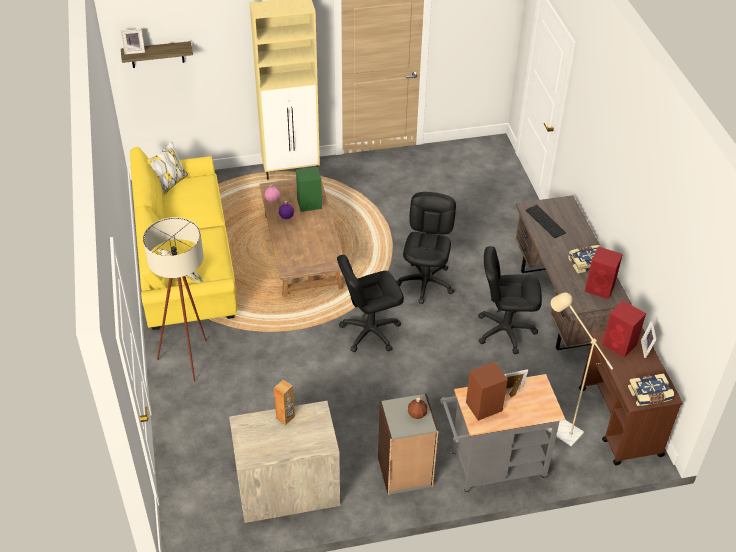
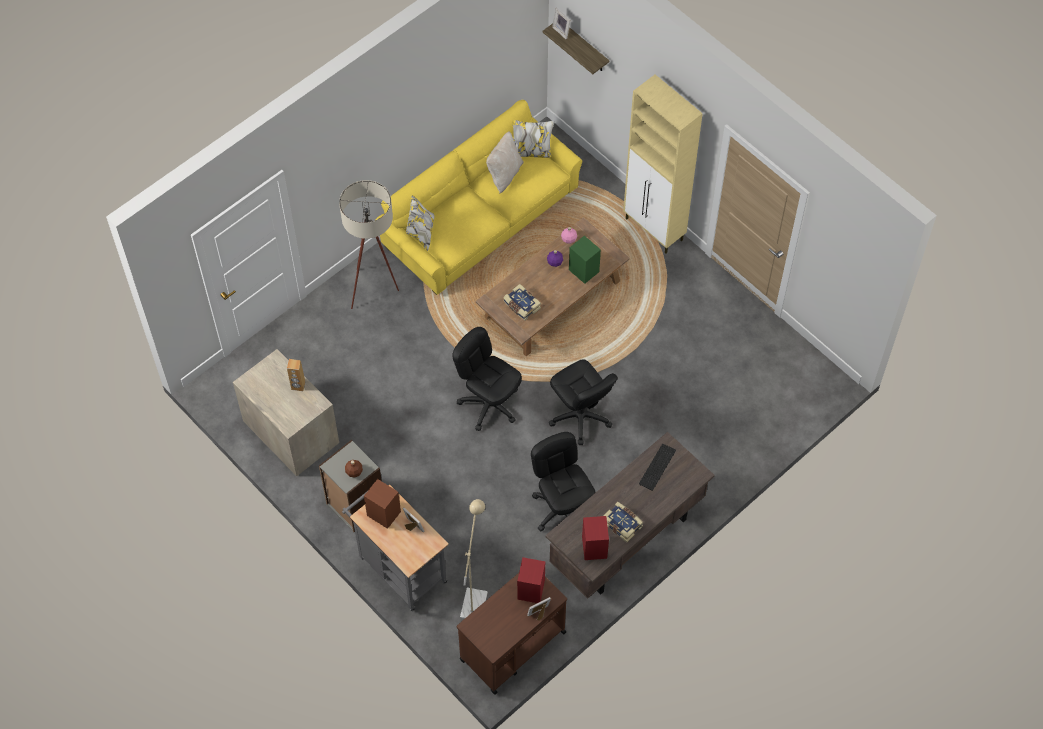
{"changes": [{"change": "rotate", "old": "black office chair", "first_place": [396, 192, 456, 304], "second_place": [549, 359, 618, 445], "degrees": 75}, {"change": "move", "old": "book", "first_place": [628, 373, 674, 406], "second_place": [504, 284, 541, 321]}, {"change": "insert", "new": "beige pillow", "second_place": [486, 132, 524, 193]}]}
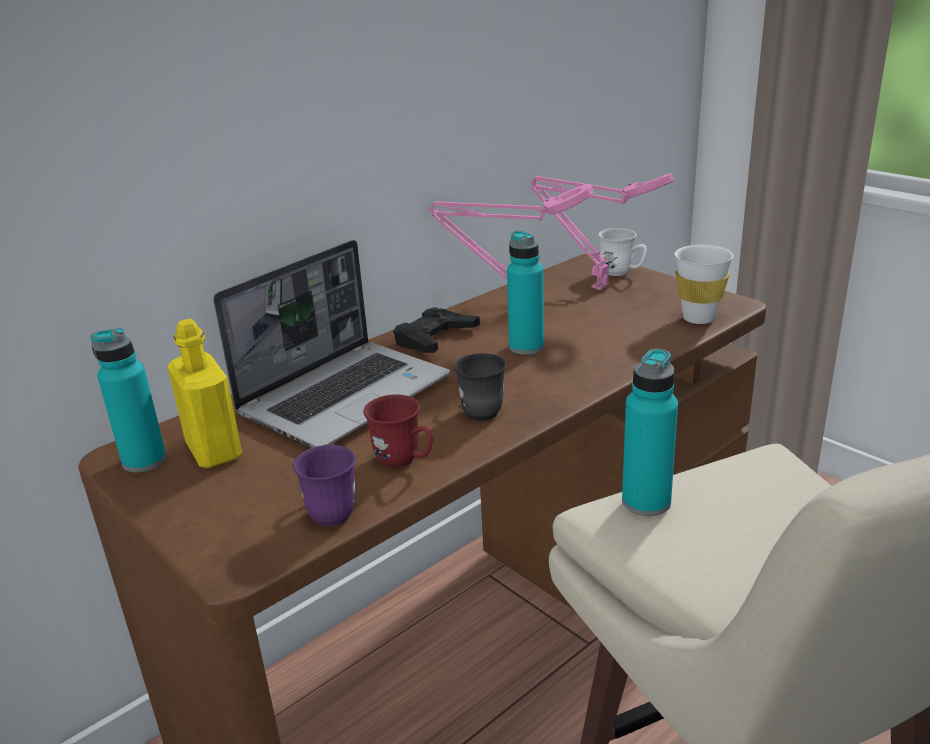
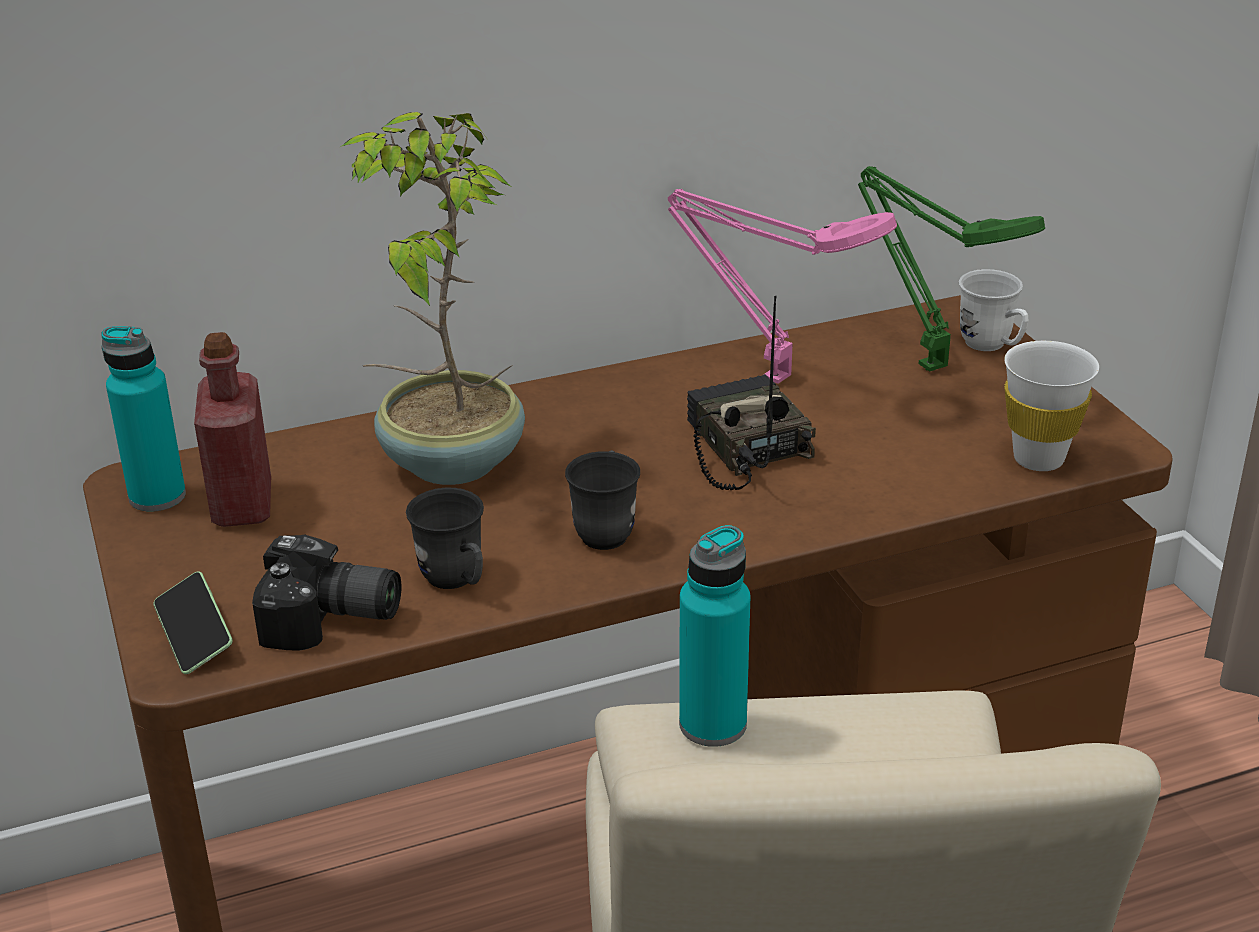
{"changes": [{"change": "recolor", "old": "pink table lamp", "new": "green table lamp", "first_place": [531, 173, 674, 290], "second_place": [858, 166, 1045, 371]}, {"change": "replace", "old": "turquoise bottle", "new": "radio", "first_place": [507, 231, 544, 355], "second_place": [687, 296, 816, 490]}, {"change": "replace", "old": "laptop", "new": "potted plant", "first_place": [213, 240, 450, 448], "second_place": [340, 112, 525, 485]}, {"change": "delete", "old": "black game controller", "first_place": [393, 307, 480, 353]}, {"change": "recolor", "old": "yellow bottle", "new": "red bottle", "first_place": [167, 319, 242, 468], "second_place": [194, 332, 271, 527]}, {"change": "recolor", "old": "red mug", "new": "grey mug", "first_place": [363, 394, 433, 468], "second_place": [406, 488, 484, 589]}, {"change": "replace", "old": "purple mug", "new": "photo camera", "first_place": [293, 444, 356, 526], "second_place": [252, 534, 401, 651]}, {"change": "insert", "new": "phone", "second_place": [153, 571, 233, 674]}]}
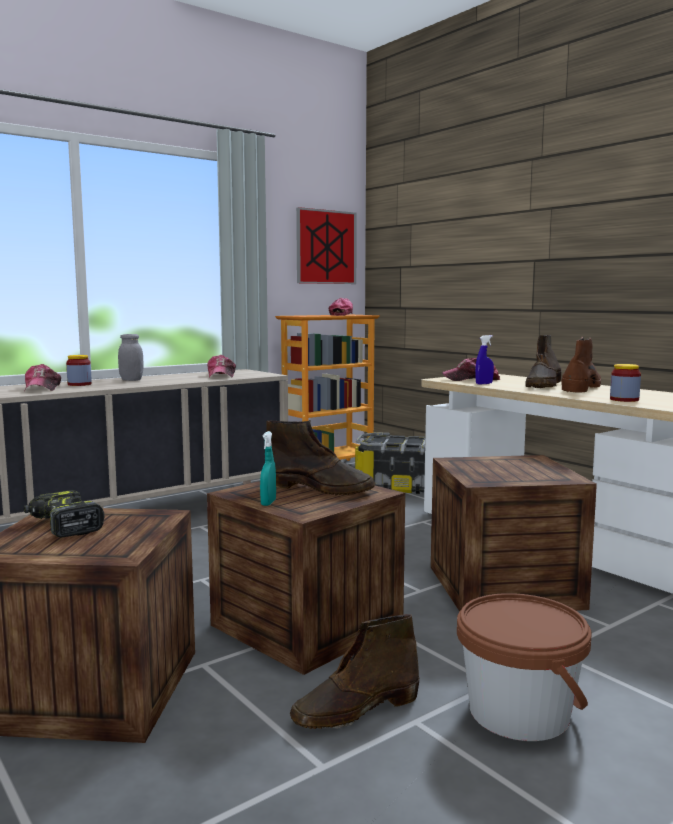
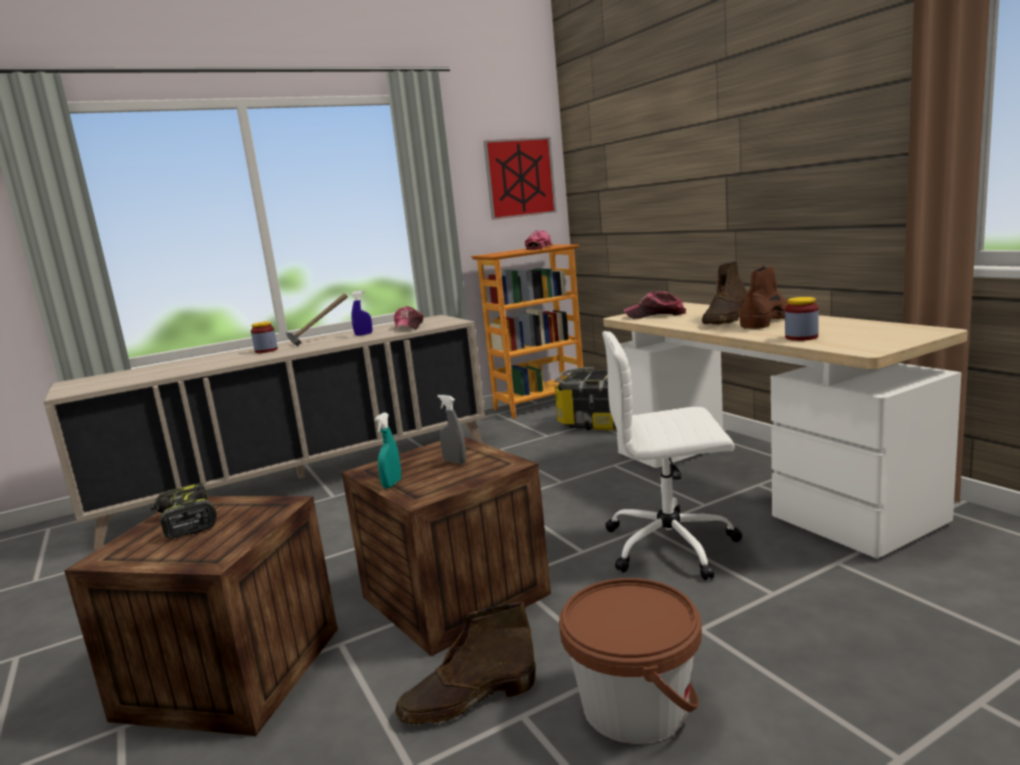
{"changes": [{"change": "replace", "old": "grey jar", "new": "hammer", "first_place": [118, 334, 144, 381], "second_place": [286, 293, 348, 346]}, {"change": "move", "old": "blue spray bottle", "first_place": [475, 335, 494, 385], "second_place": [351, 290, 372, 336]}, {"change": "delete", "old": "cap", "first_place": [24, 364, 61, 391]}, {"change": "replace", "old": "brown boot", "new": "grey spray bottle", "first_place": [266, 420, 375, 495], "second_place": [437, 395, 466, 464]}, {"change": "replace", "old": "crate", "new": "white office chair", "first_place": [431, 455, 597, 611], "second_place": [602, 331, 742, 580]}]}
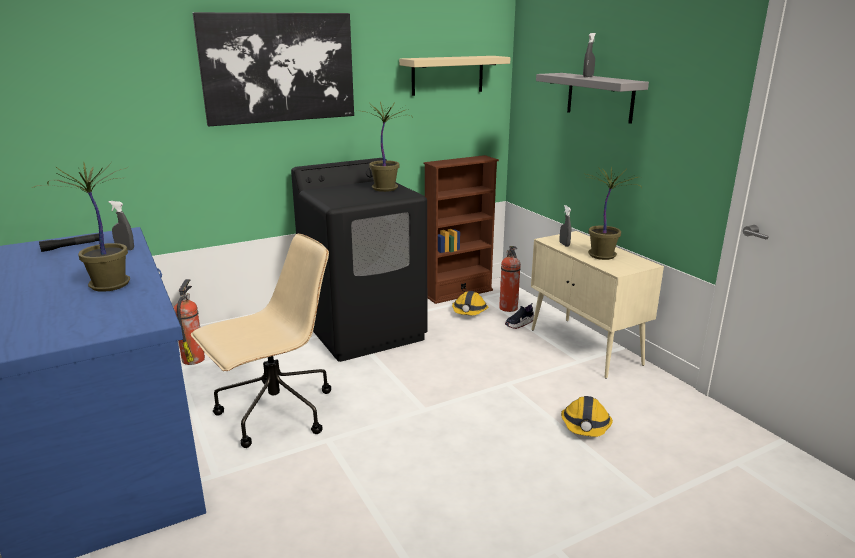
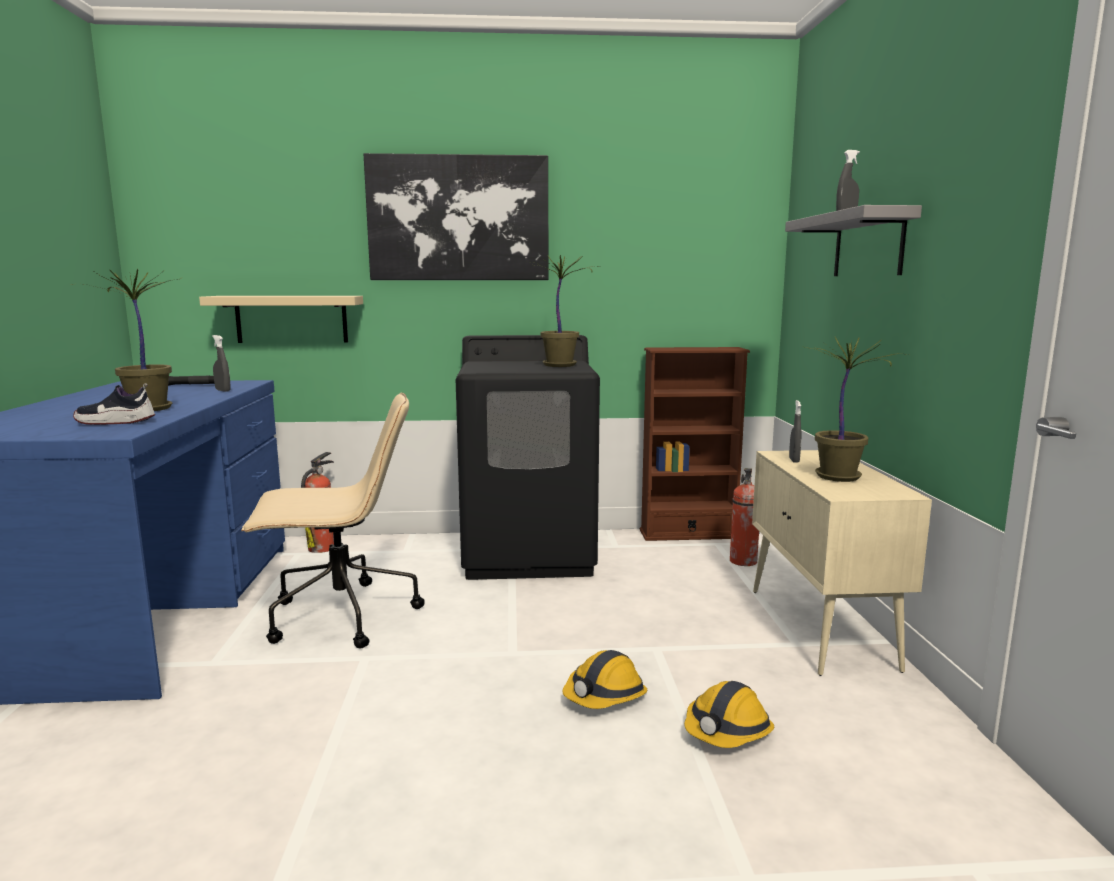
{"changes": [{"change": "move", "old": "beige shelf", "first_place": [399, 56, 511, 96], "second_place": [199, 296, 363, 343]}, {"change": "move", "old": "hard hat", "first_place": [452, 291, 488, 315], "second_place": [563, 650, 648, 709]}, {"change": "move", "old": "shoe", "first_place": [505, 303, 534, 329], "second_place": [73, 384, 155, 425]}]}
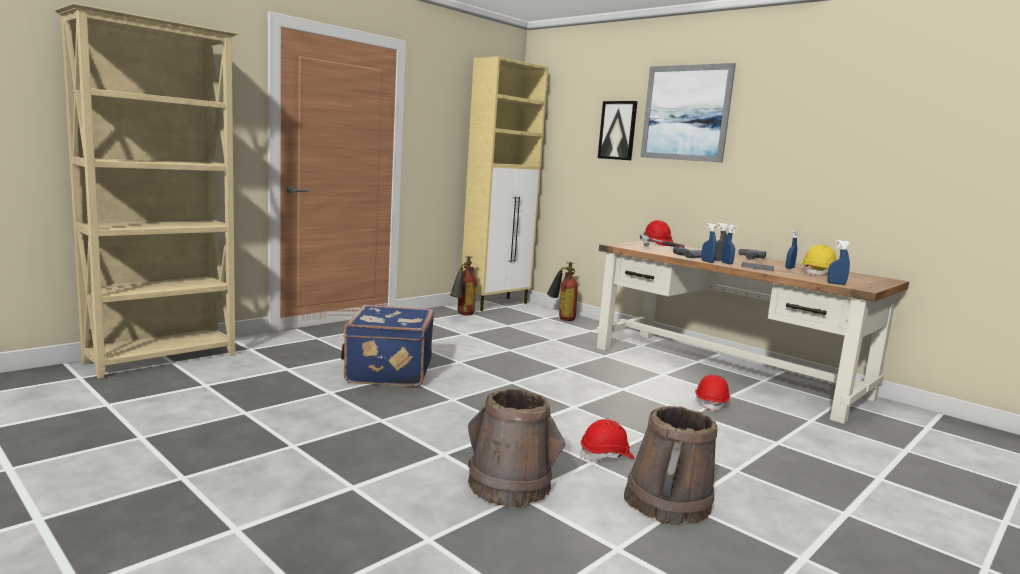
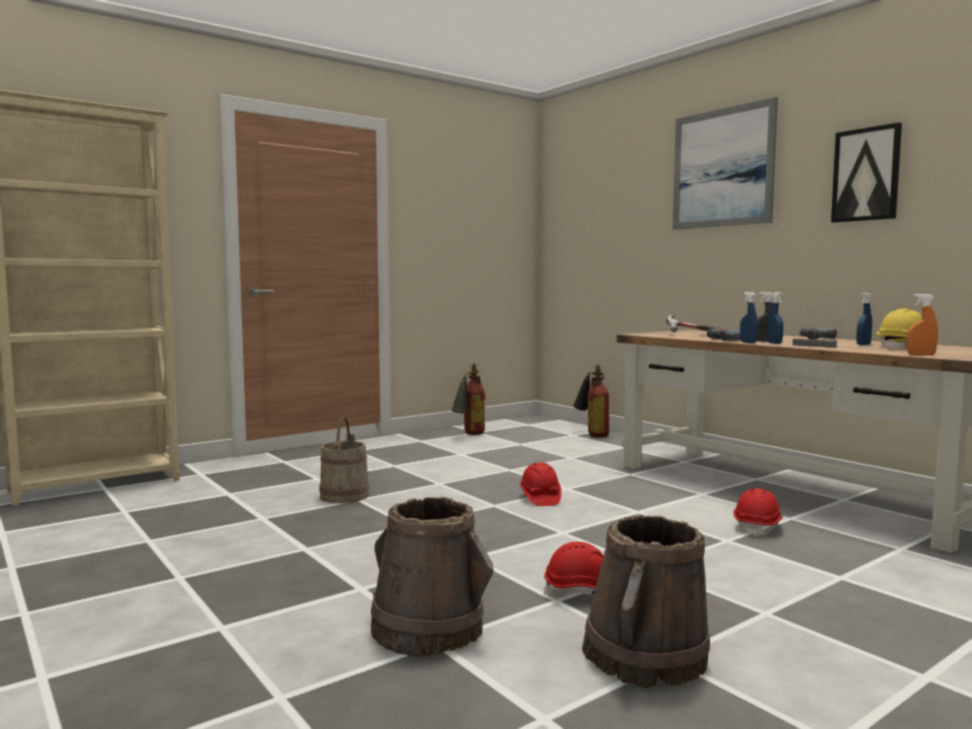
{"changes": [{"change": "delete", "old": "beige cabinet", "first_place": [462, 56, 549, 311]}, {"change": "move", "old": "picture", "first_place": [598, 101, 637, 160], "second_place": [831, 122, 902, 223]}, {"change": "move", "old": "red hard hat", "first_place": [644, 220, 673, 246], "second_place": [519, 462, 561, 506]}, {"change": "recolor", "old": "blue spray bottle", "new": "orange spray bottle", "first_place": [827, 240, 850, 285], "second_place": [907, 294, 938, 356]}, {"change": "replace", "old": "blue suitcase", "new": "beige bucket", "first_place": [341, 305, 434, 387], "second_place": [319, 416, 369, 503]}]}
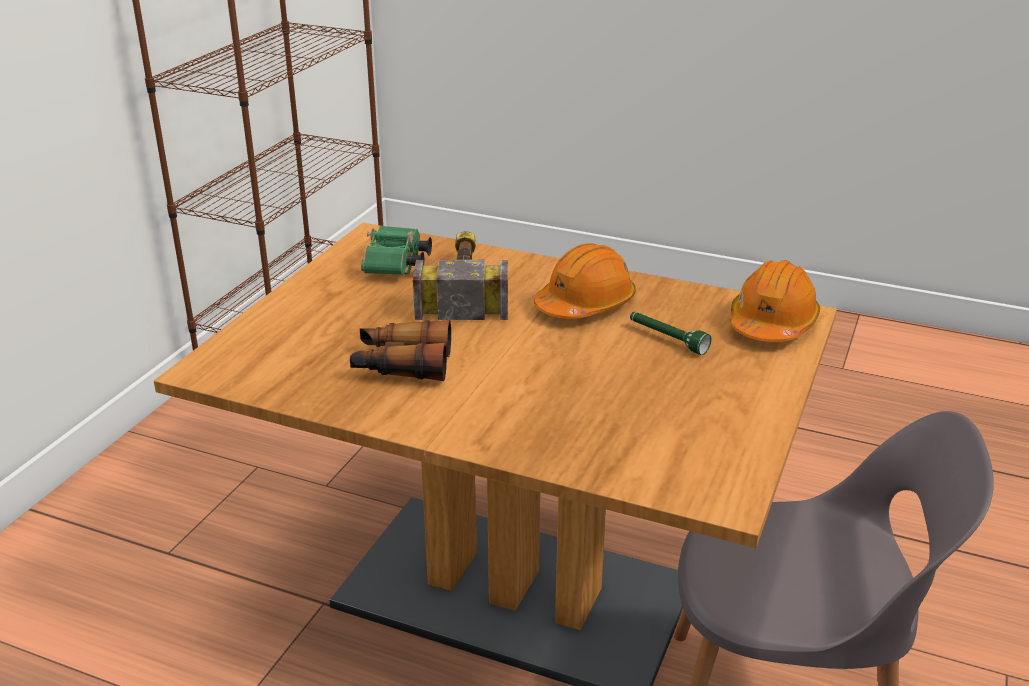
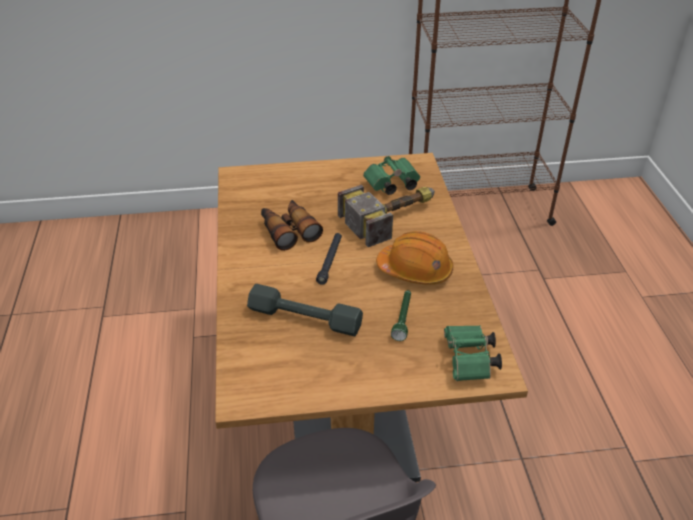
{"changes": [{"change": "replace", "old": "orange hard hat", "new": "green binoculars", "first_place": [730, 260, 820, 342], "second_place": [444, 325, 502, 381]}, {"change": "insert", "new": "black flashlight", "second_place": [316, 233, 342, 285]}, {"change": "insert", "new": "grey dumbbell", "second_place": [247, 284, 363, 336]}]}
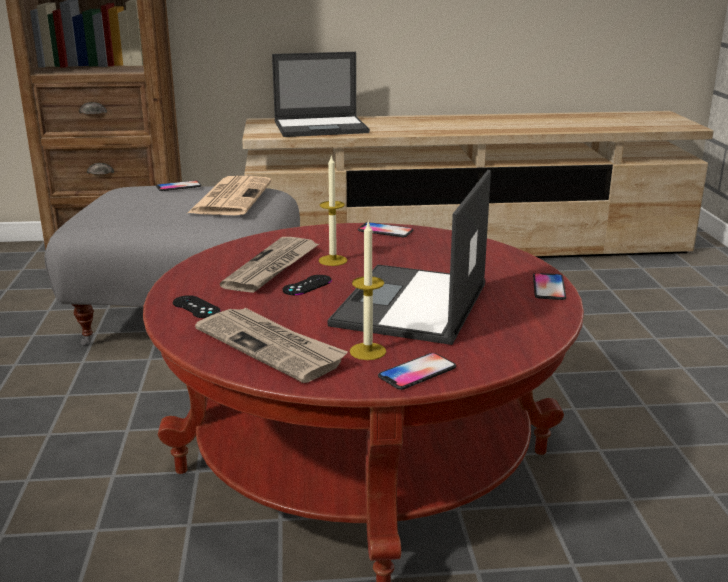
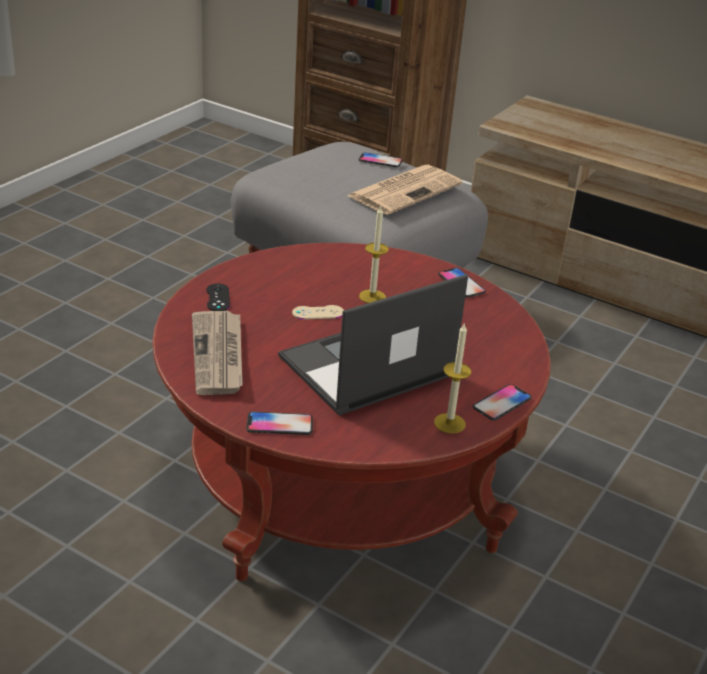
{"changes": [{"change": "delete", "old": "laptop", "first_place": [272, 52, 370, 137]}, {"change": "move", "old": "candle", "first_place": [350, 220, 386, 360], "second_place": [434, 322, 471, 434]}, {"change": "delete", "old": "newspaper", "first_place": [220, 237, 319, 293]}, {"change": "recolor", "old": "black game controller", "new": "beige game controller", "first_place": [282, 275, 332, 295], "second_place": [292, 305, 344, 320]}]}
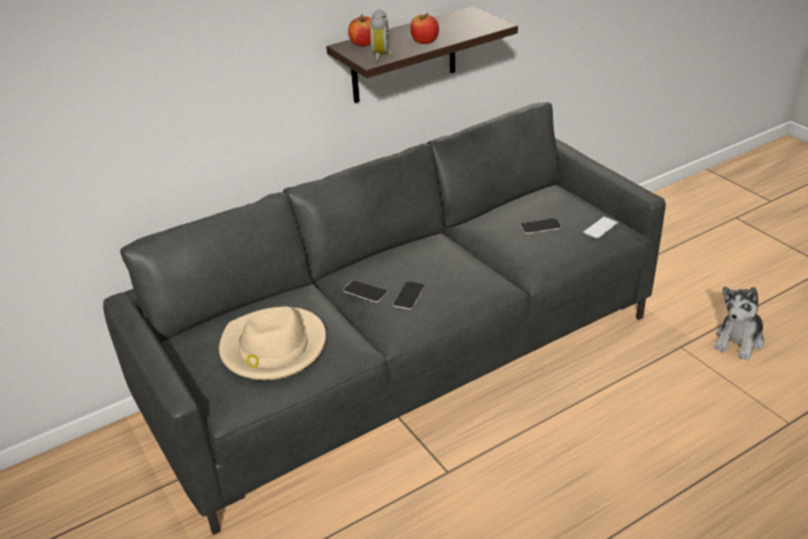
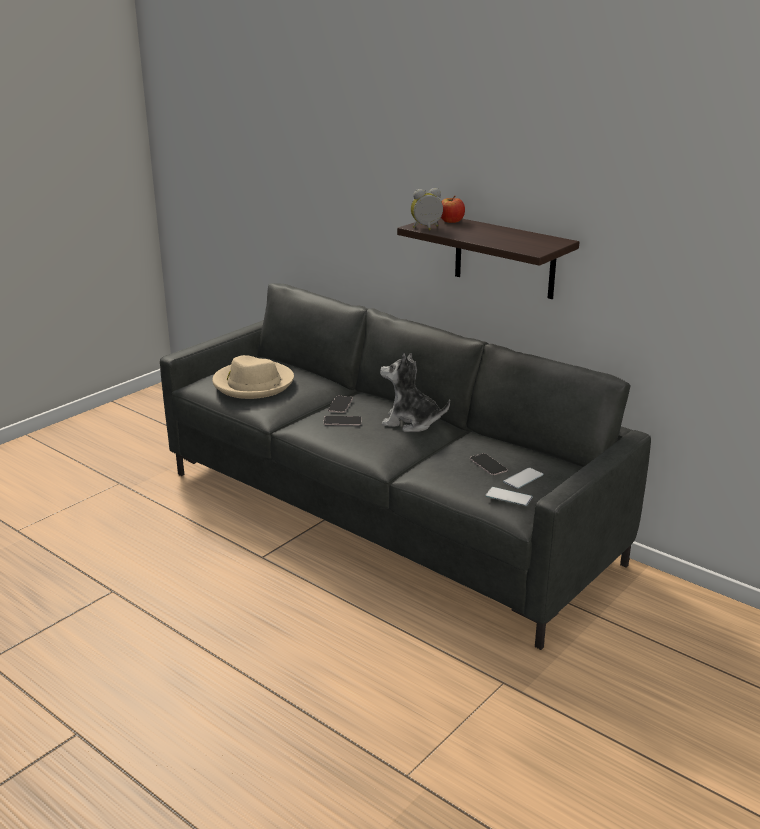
{"changes": [{"change": "delete", "old": "apple", "first_place": [410, 13, 439, 44]}, {"change": "move", "old": "plush toy", "first_place": [714, 286, 764, 361], "second_place": [380, 353, 450, 432]}, {"change": "insert", "new": "phone", "second_place": [503, 468, 544, 489]}]}
